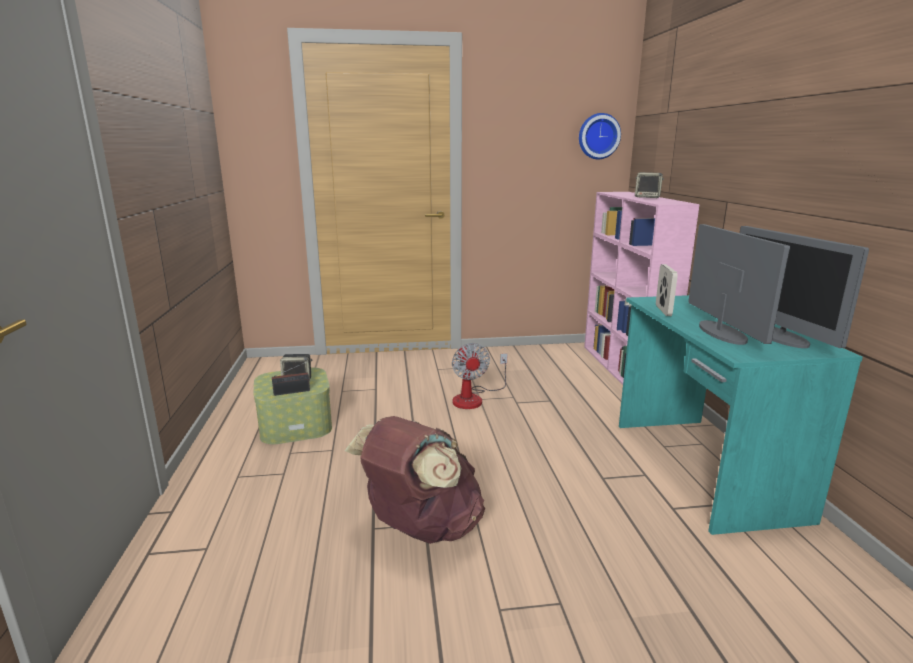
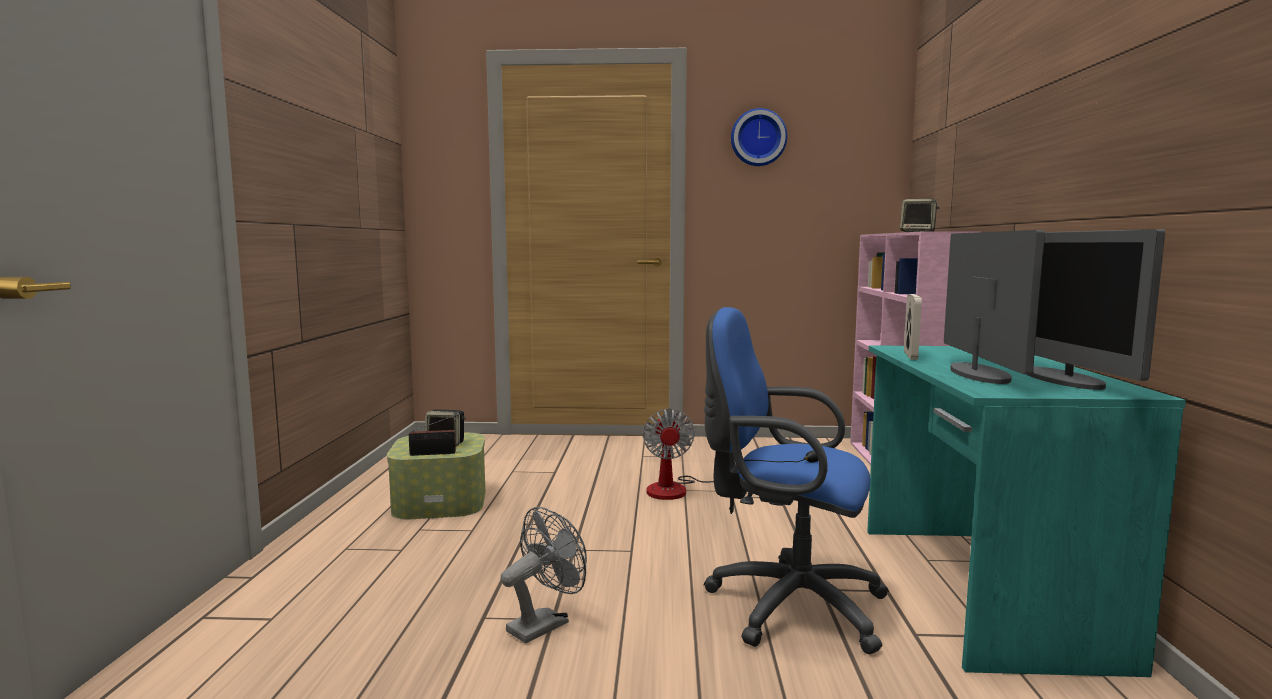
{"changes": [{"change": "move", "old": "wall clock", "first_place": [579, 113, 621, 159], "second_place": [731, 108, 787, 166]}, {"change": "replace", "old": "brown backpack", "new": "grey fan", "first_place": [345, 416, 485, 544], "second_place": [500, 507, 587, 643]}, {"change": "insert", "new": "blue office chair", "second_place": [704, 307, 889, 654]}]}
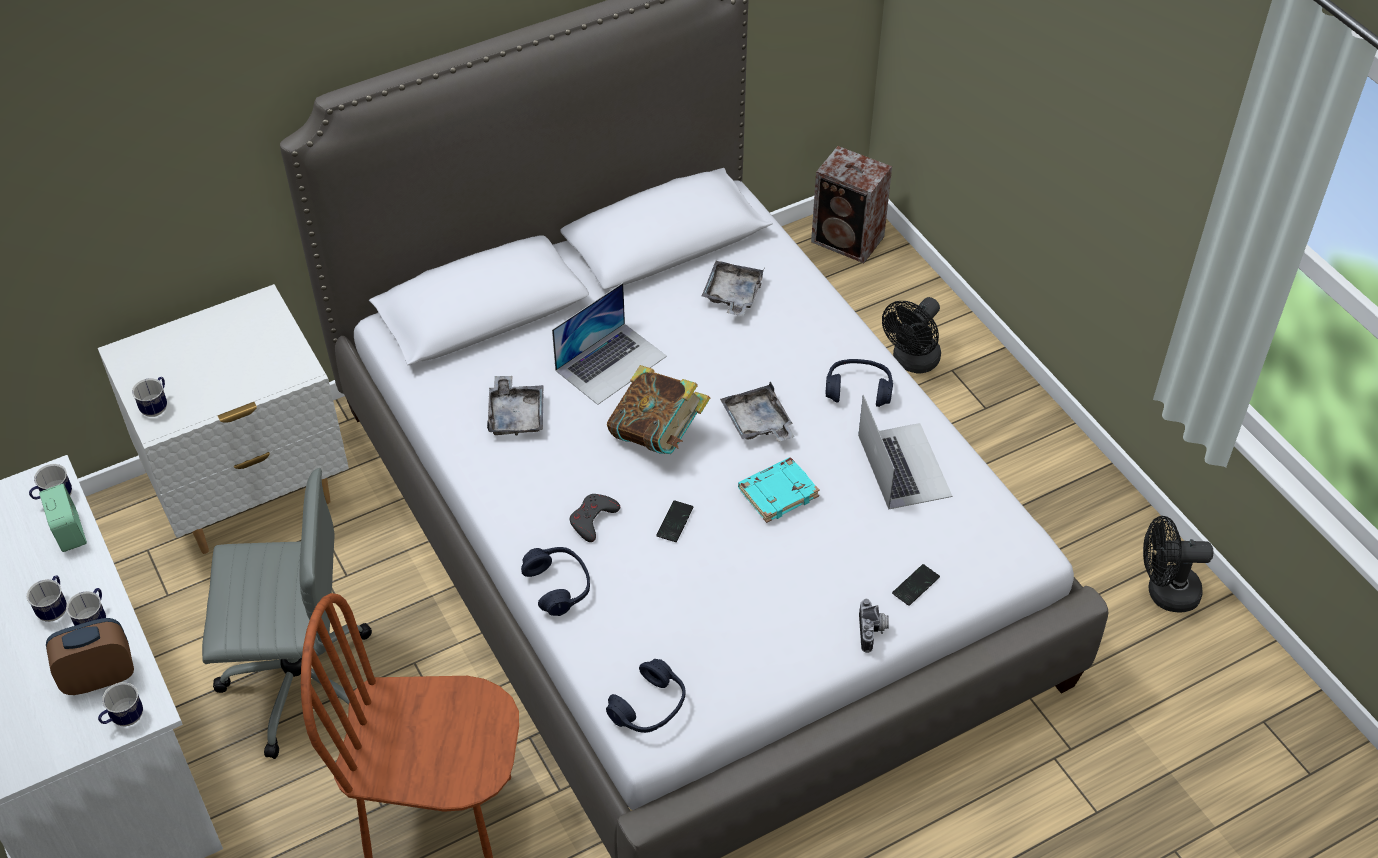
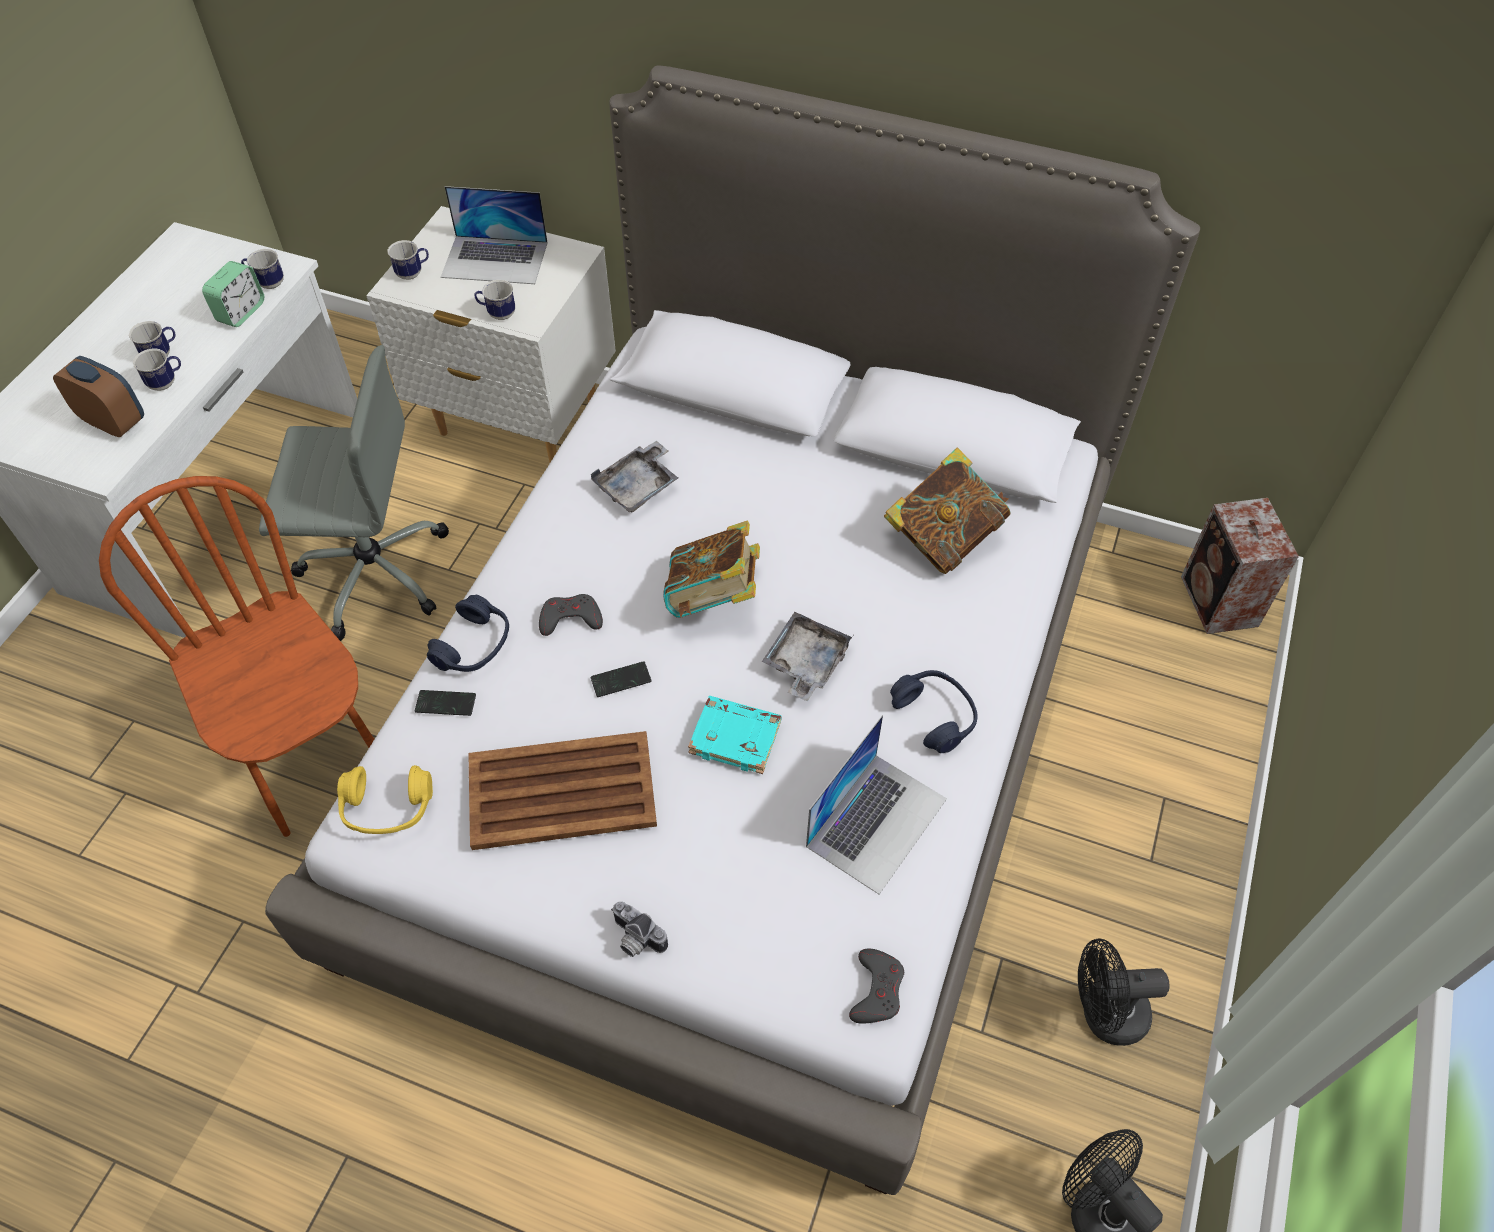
{"changes": [{"change": "replace", "old": "grey tray", "new": "book", "first_place": [702, 261, 764, 316], "second_place": [884, 447, 1010, 574]}, {"change": "move", "old": "laptop", "first_place": [552, 283, 667, 405], "second_place": [441, 186, 548, 284]}, {"change": "move", "old": "black fan", "first_place": [882, 297, 941, 374], "second_place": [1078, 939, 1170, 1046]}, {"change": "rotate", "old": "grey office chair", "first_place": [202, 468, 372, 759], "second_place": [259, 345, 449, 641], "degrees": -45}, {"change": "move", "old": "phone", "first_place": [892, 564, 940, 606], "second_place": [415, 690, 476, 716]}, {"change": "rotate", "old": "photo camera", "first_place": [859, 599, 889, 653], "second_place": [611, 902, 668, 957], "degrees": 75}, {"change": "recolor", "old": "blue headphones", "new": "yellow headphones", "first_place": [606, 659, 685, 733], "second_place": [337, 765, 433, 834]}, {"change": "move", "old": "mug", "first_place": [98, 682, 143, 727], "second_place": [474, 280, 515, 320]}, {"change": "insert", "new": "brown tray", "second_place": [468, 731, 657, 850]}, {"change": "insert", "new": "grey game controller", "second_place": [849, 948, 904, 1024]}]}
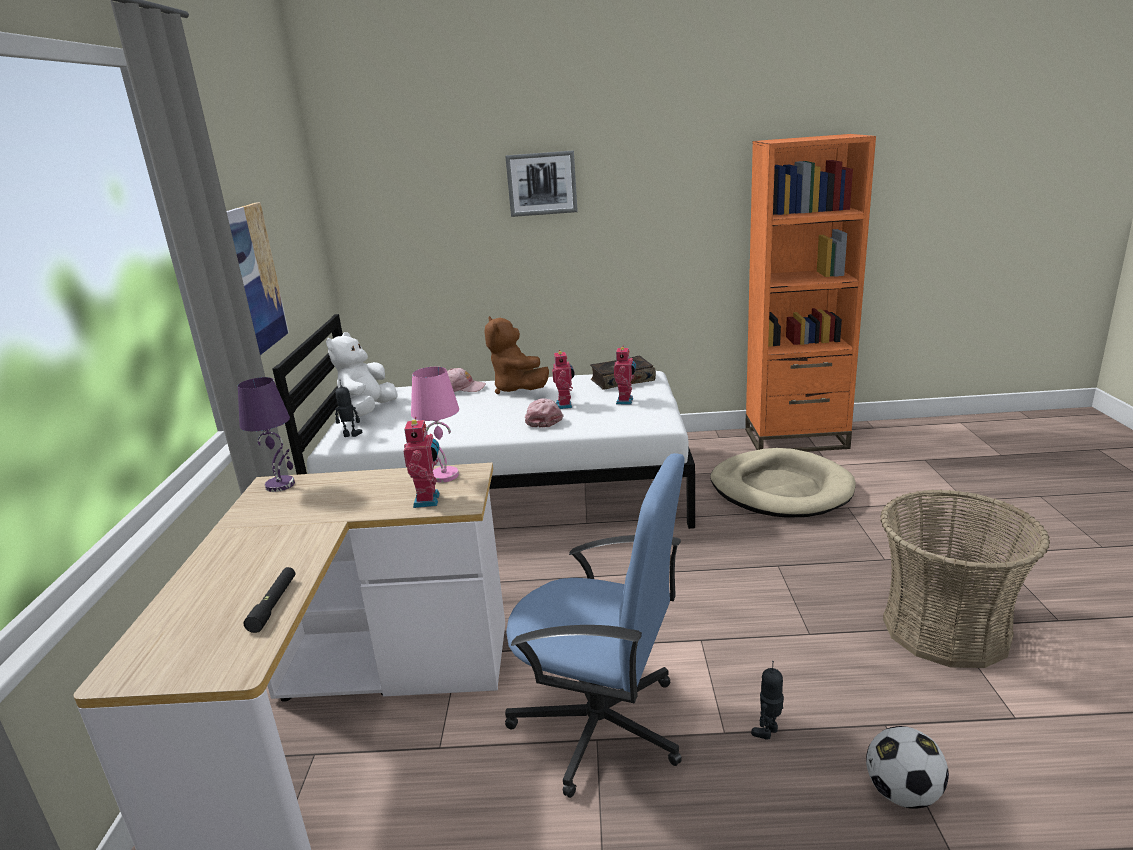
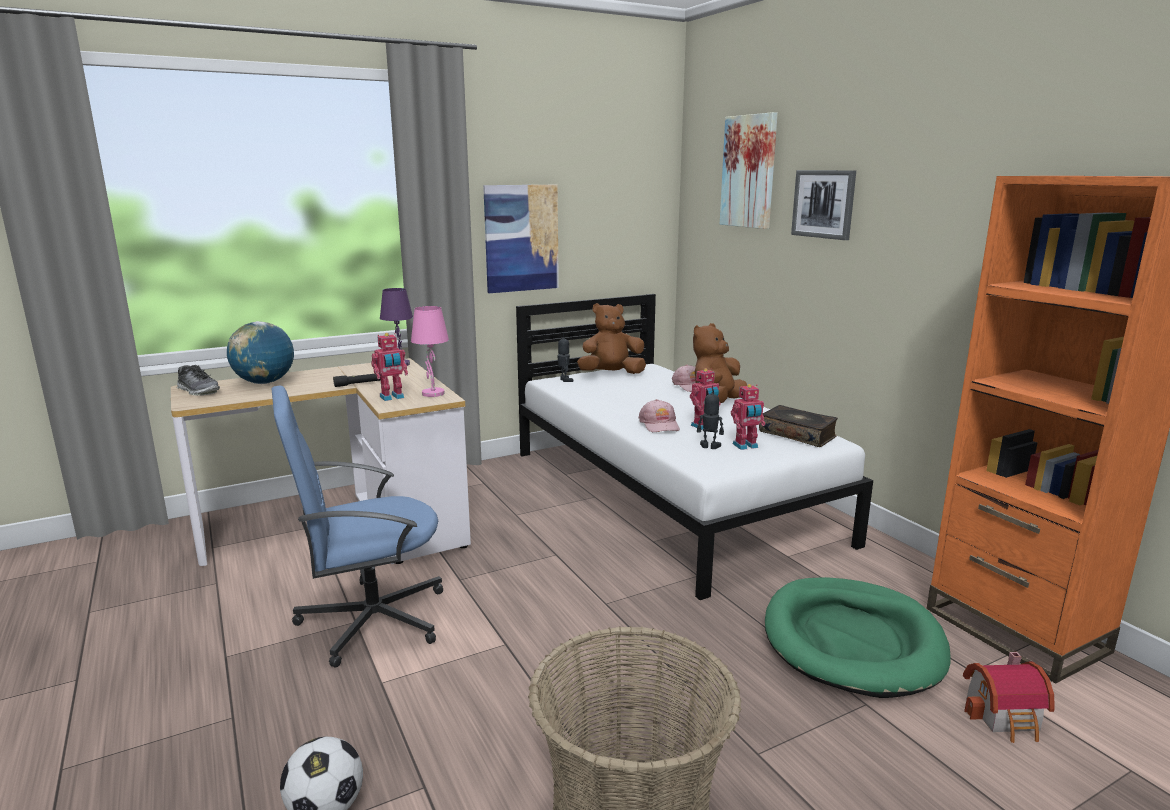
{"changes": [{"change": "recolor", "old": "white plush toy", "new": "brown plush toy", "first_place": [326, 332, 397, 417], "second_place": [577, 303, 646, 374]}, {"change": "rotate", "old": "pink cap", "first_place": [525, 398, 563, 428], "second_place": [638, 399, 680, 432], "degrees": 120}, {"change": "recolor", "old": "beige dog bed", "new": "green dog bed", "first_place": [710, 448, 856, 518], "second_place": [765, 577, 950, 698]}, {"change": "rotate", "old": "blue office chair", "first_place": [505, 453, 685, 798], "second_place": [271, 386, 443, 668], "degrees": 75}, {"change": "move", "old": "black flashlight", "first_place": [244, 567, 295, 633], "second_place": [333, 374, 381, 387]}, {"change": "move", "old": "toy robot", "first_place": [751, 661, 784, 740], "second_place": [697, 386, 724, 449]}, {"change": "insert", "new": "picture", "second_place": [720, 112, 778, 229]}, {"change": "insert", "new": "globe", "second_place": [227, 321, 294, 384]}, {"change": "insert", "new": "shoe", "second_place": [177, 365, 220, 396]}, {"change": "insert", "new": "toy house", "second_place": [963, 652, 1055, 743]}]}
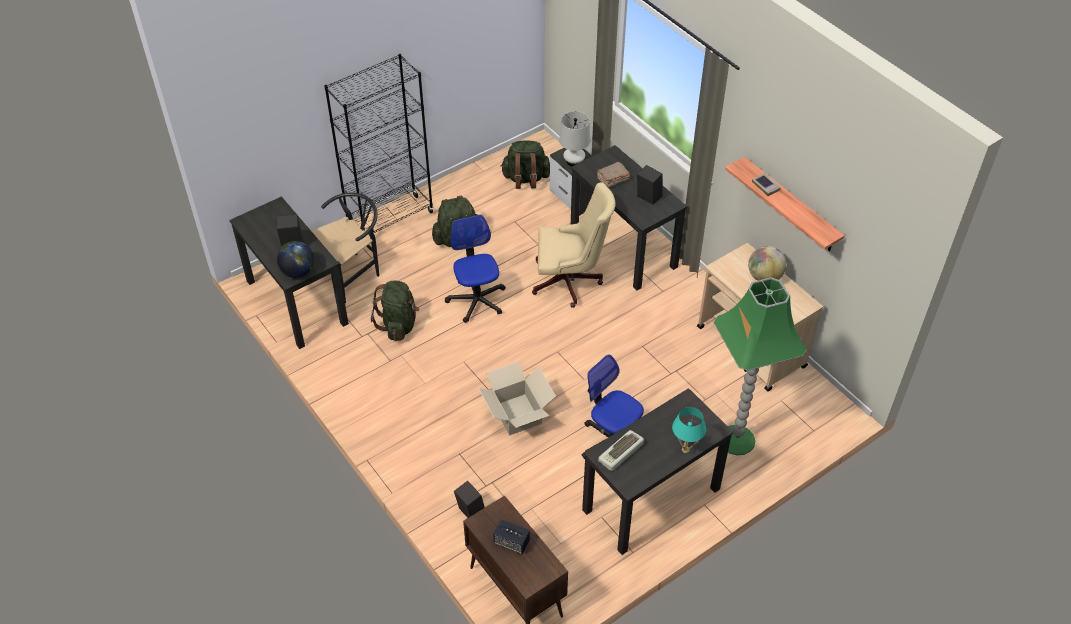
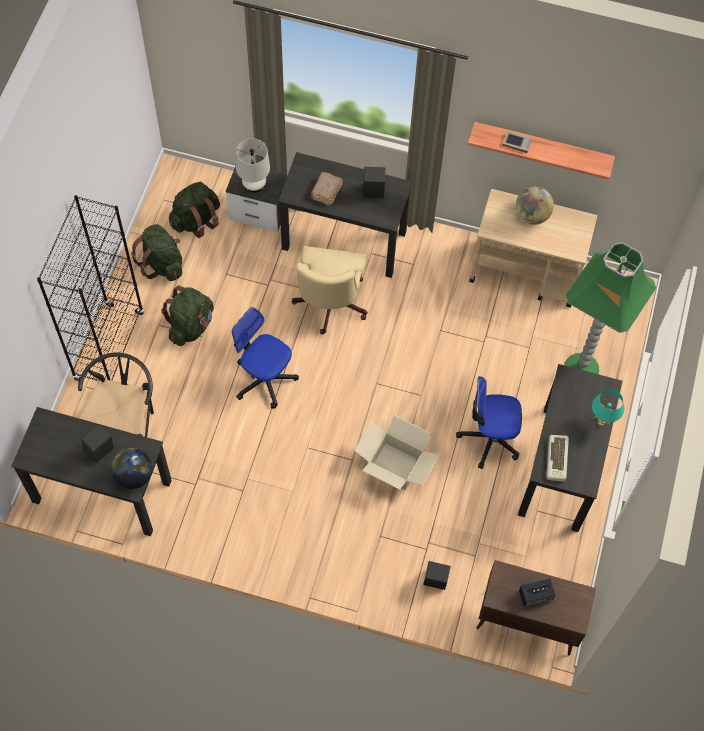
{"changes": [{"change": "rotate", "old": "beige office chair", "first_place": [532, 183, 616, 308], "second_place": [292, 246, 367, 335], "degrees": 135}, {"change": "move", "old": "green backpack", "first_place": [371, 281, 420, 341], "second_place": [131, 224, 182, 281]}]}
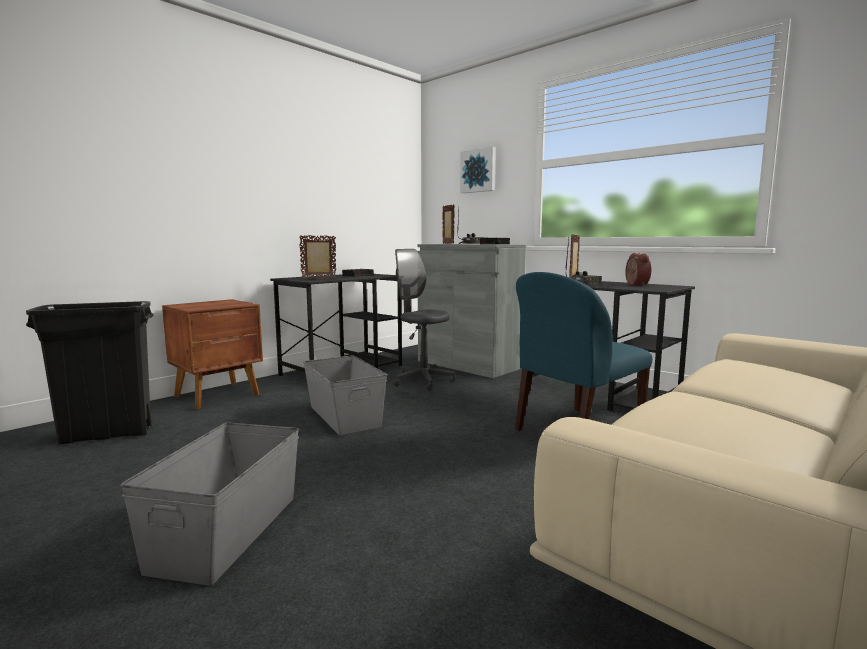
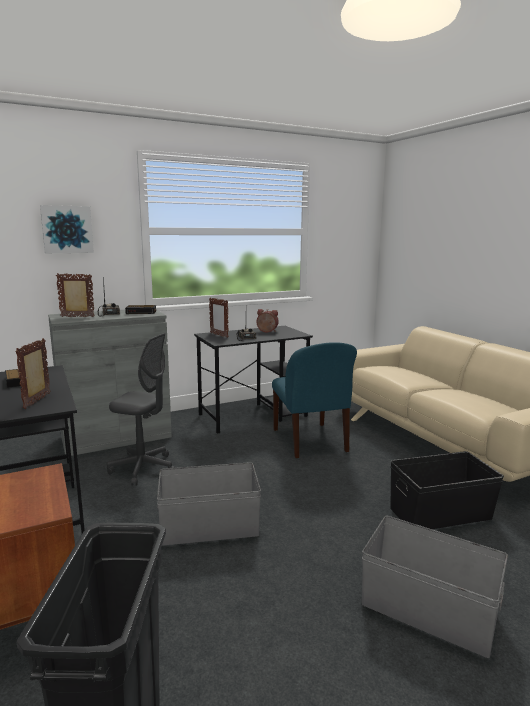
{"changes": [{"change": "rotate", "old": "grey office chair", "first_place": [393, 249, 455, 391], "second_place": [107, 333, 175, 486], "degrees": -135}, {"change": "insert", "new": "black storage box", "second_place": [390, 451, 504, 529]}]}
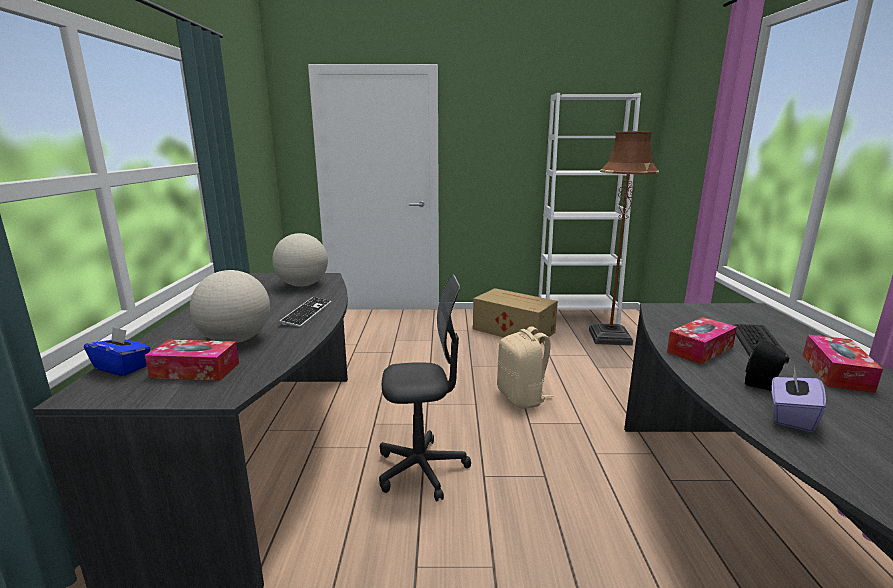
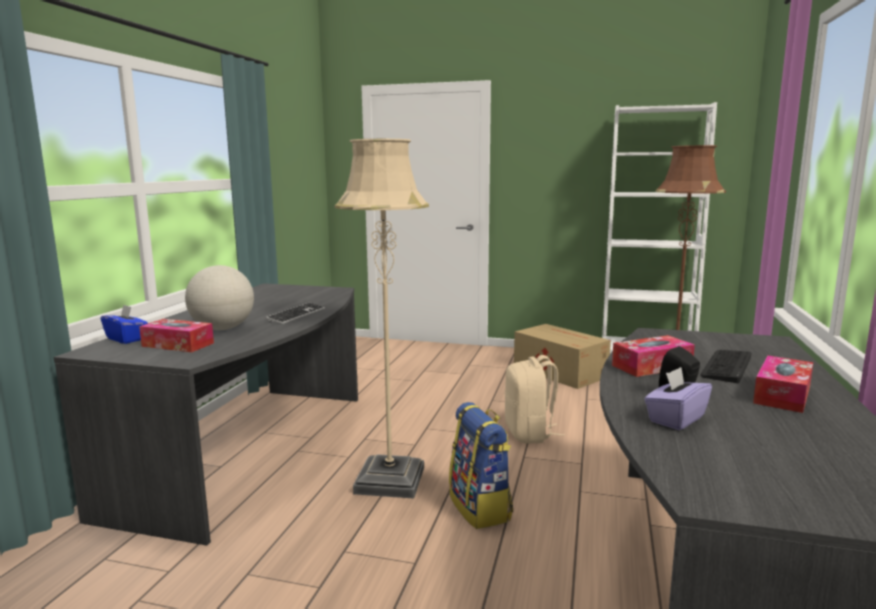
{"changes": [{"change": "delete", "old": "globe", "first_place": [272, 233, 328, 287]}, {"change": "replace", "old": "grey office chair", "new": "beige floor lamp", "first_place": [379, 275, 471, 501], "second_place": [335, 139, 429, 499]}, {"change": "insert", "new": "backpack", "second_place": [449, 402, 513, 529]}]}
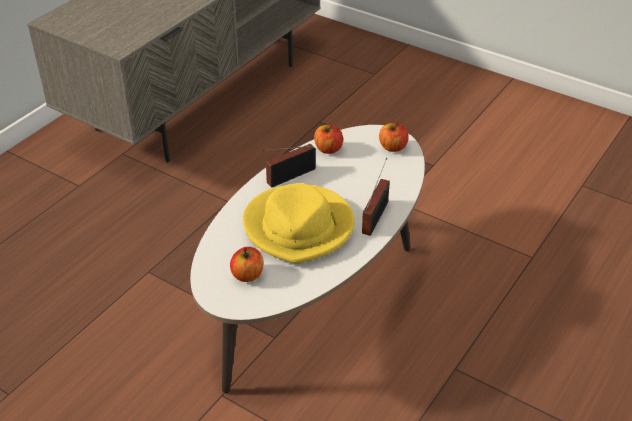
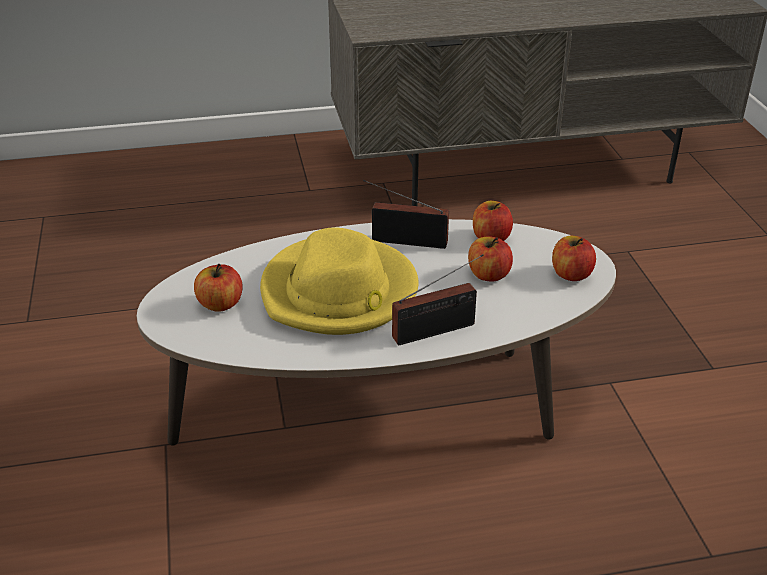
{"changes": [{"change": "insert", "new": "apple", "second_place": [468, 237, 513, 282]}]}
